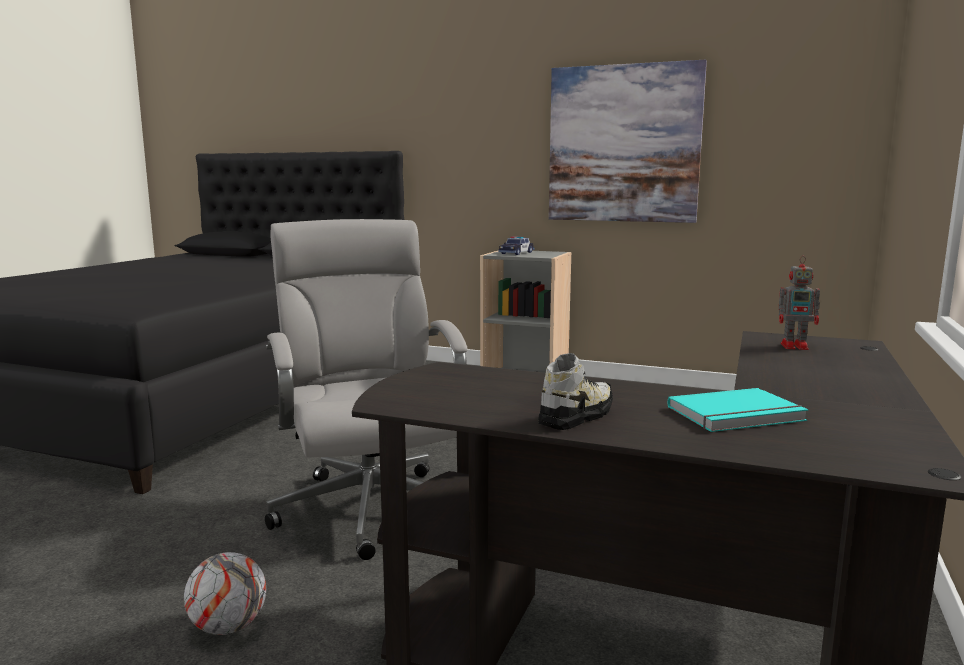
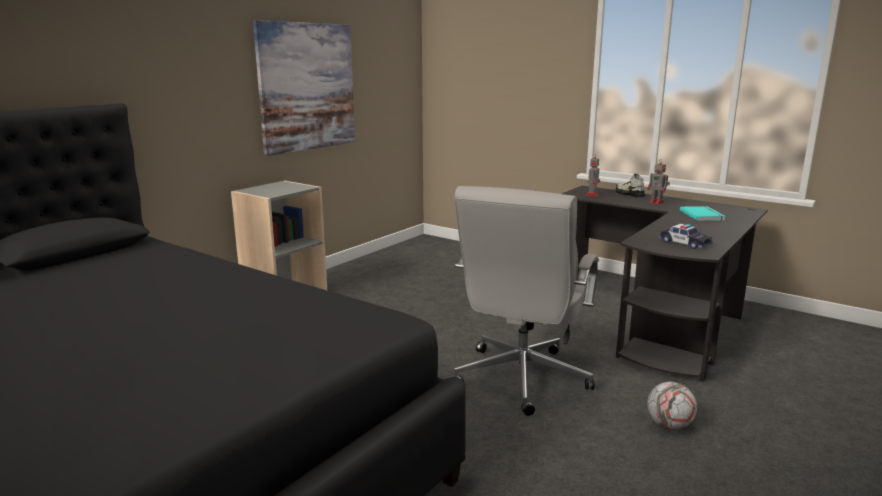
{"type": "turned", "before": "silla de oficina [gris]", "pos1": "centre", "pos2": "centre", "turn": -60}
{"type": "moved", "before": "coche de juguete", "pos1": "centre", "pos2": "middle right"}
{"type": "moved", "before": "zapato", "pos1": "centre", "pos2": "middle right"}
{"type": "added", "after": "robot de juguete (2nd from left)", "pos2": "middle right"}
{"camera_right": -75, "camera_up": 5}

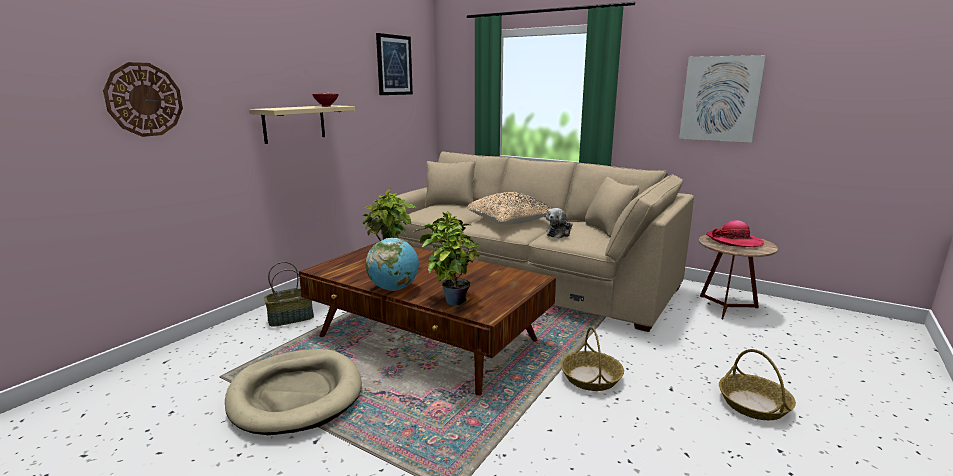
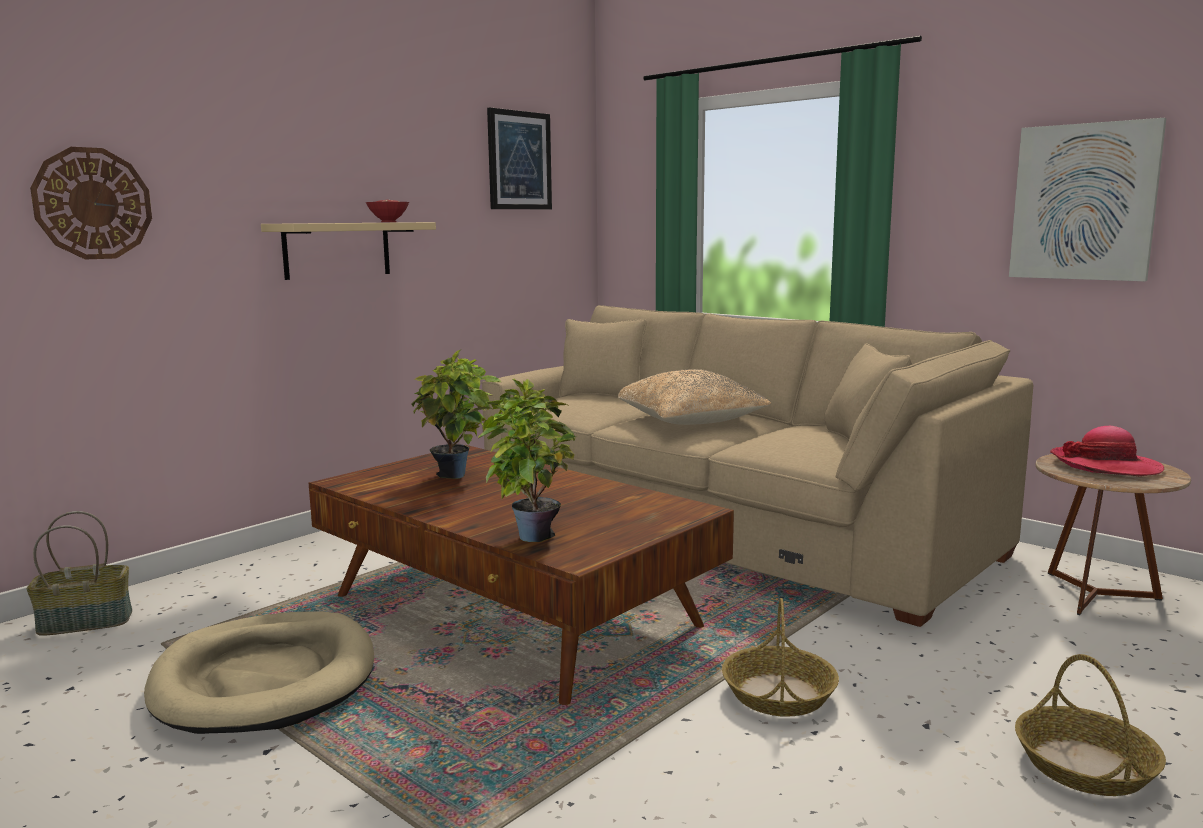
{"type": "moved", "before": "cesta (1st from left)", "pos1": "middle left", "pos2": "bottom left"}
{"type": "removed", "before": "globo terráqueo", "pos1": "centre"}
{"type": "removed", "before": "peluche", "pos1": "centre"}
{"camera_right": 10, "camera_up": -5}

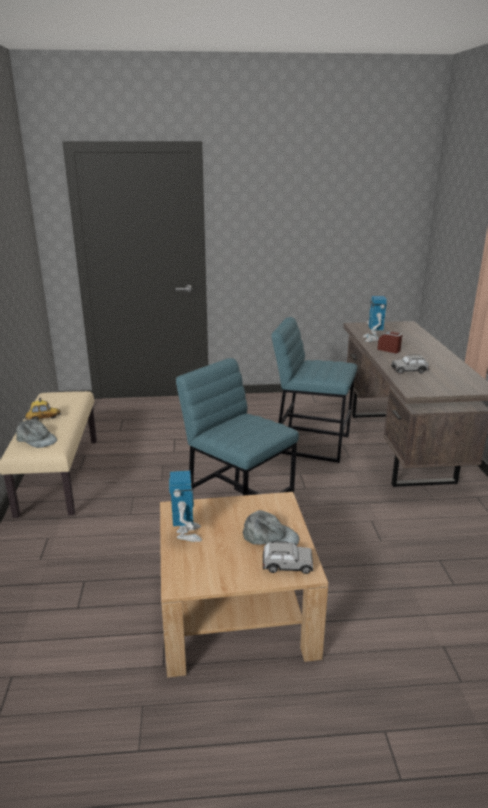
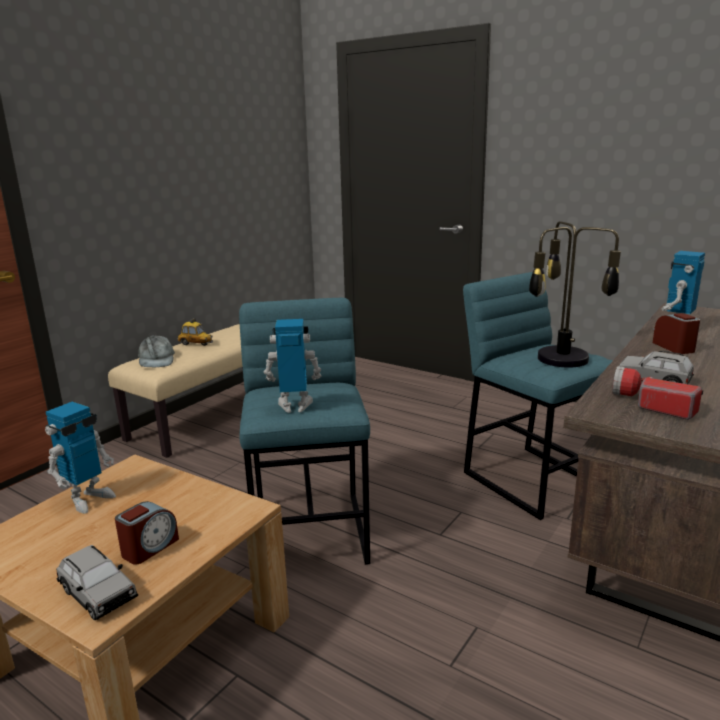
{"type": "replaced", "before": "gorra [gris] (2nd from left)", "after": "despertador (1st from left)", "pos1": "centre", "pos2": "bottom left"}
{"type": "added", "after": "robot de juguete (2nd from left)", "pos2": "centre"}
{"type": "added", "after": "lámpara de mesa", "pos2": "middle right"}
{"type": "added", "after": "linterna", "pos2": "middle right"}
{"camera_right": 40, "camera_up": -5}

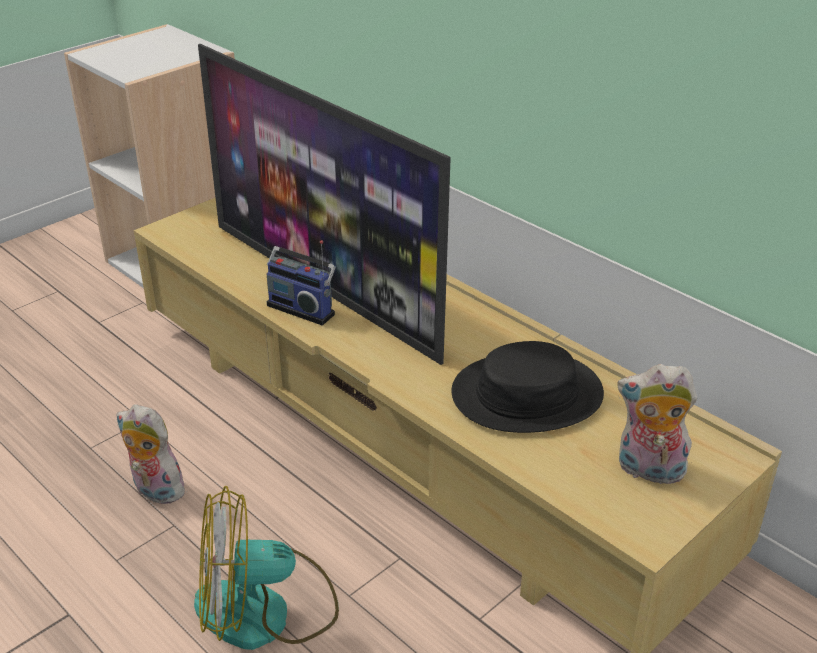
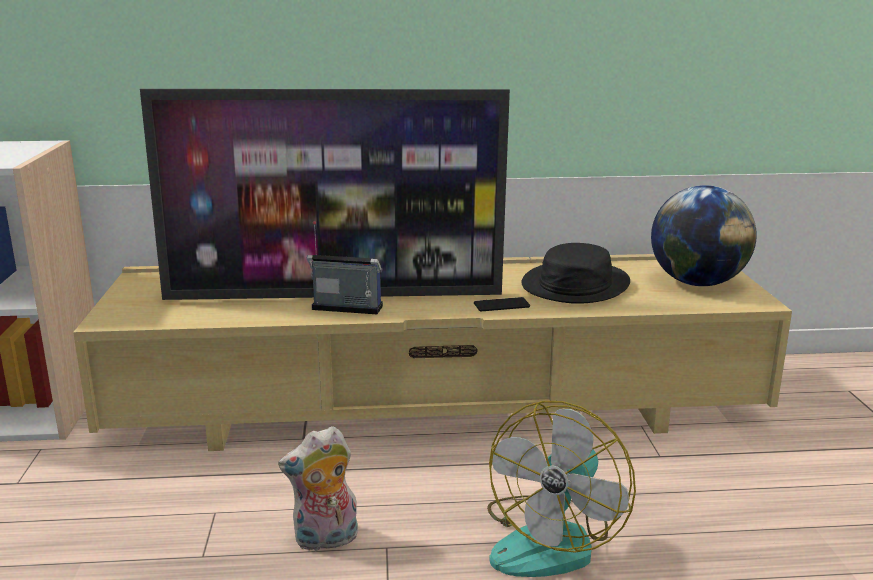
{"type": "turned", "before": "radio", "pos1": "centre", "pos2": "centre", "turn": -150}
{"type": "replaced", "before": "peluche (2nd from left)", "after": "globo terráqueo", "pos1": "middle right", "pos2": "middle right"}
{"type": "added", "after": "móvil", "pos2": "centre"}
{"camera_right": -50, "camera_up": -15}

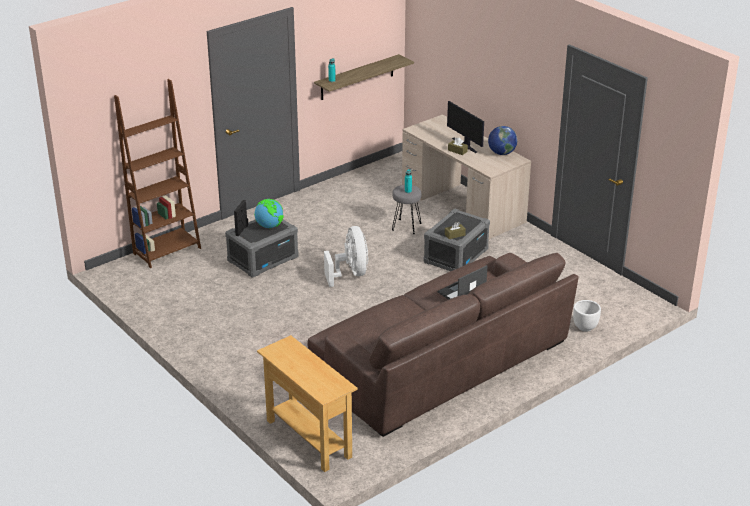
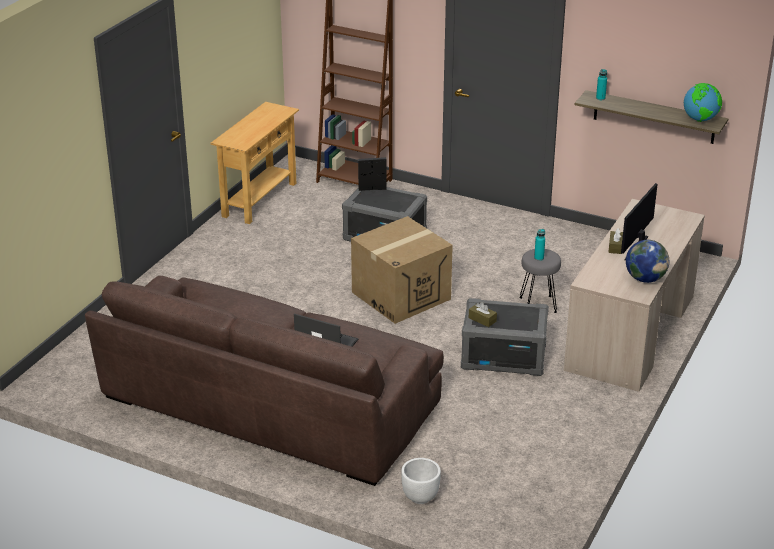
{"type": "moved", "before": "globo terráqueo (1st from left in the first image)", "after": "globo terráqueo (2nd from left)", "pos1": "centre", "pos2": "top right"}
{"type": "moved", "before": "mesa consola [beis]", "pos1": "bottom centre", "pos2": "top left"}
{"type": "replaced", "before": "ventilador [blanco]", "after": "caja de cartón", "pos1": "centre", "pos2": "centre"}
{"camera_right": 65, "camera_up": 0}

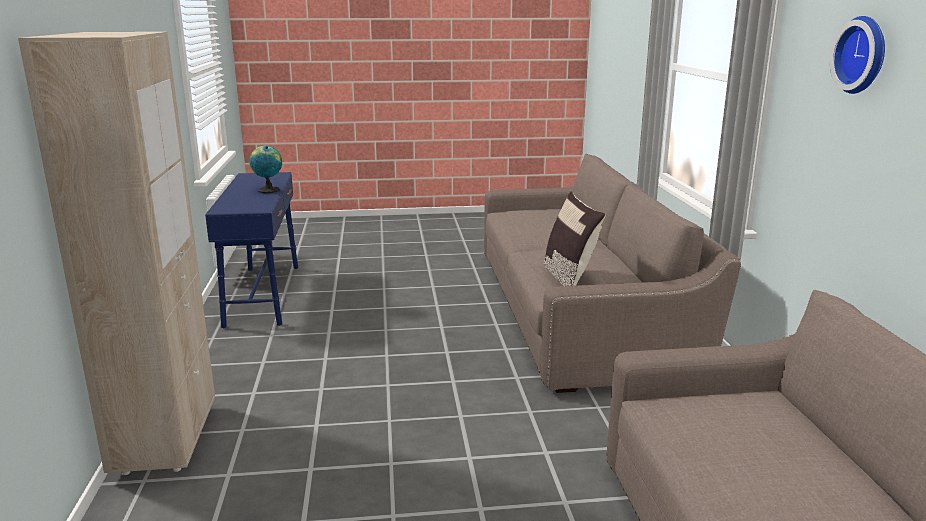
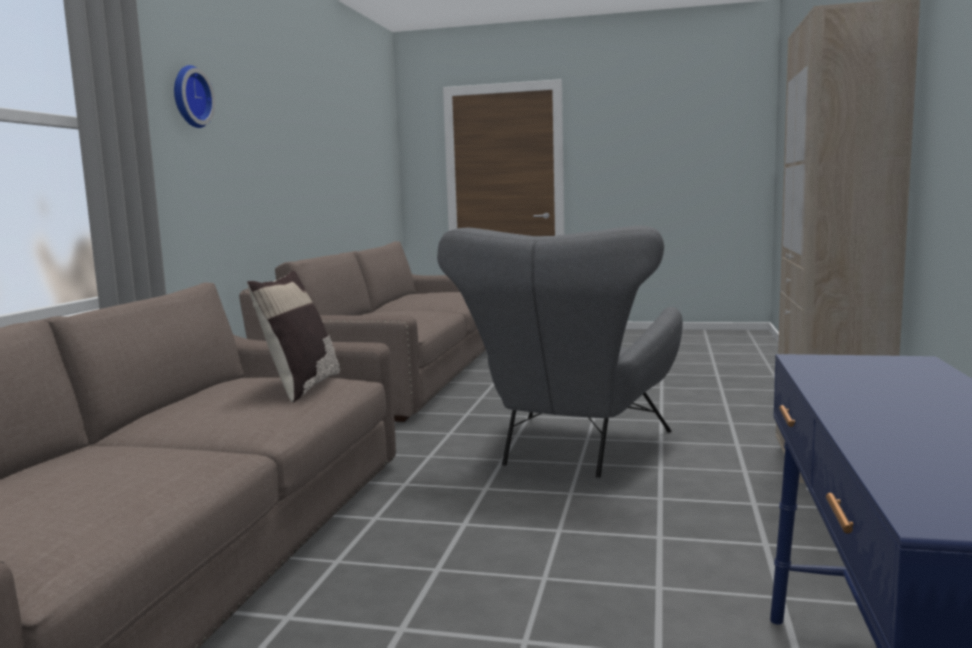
{"type": "removed", "before": "globo terráqueo", "pos1": "top left"}
{"type": "added", "after": "sillón [gris]", "pos2": "centre"}
{"camera_right": -160, "camera_up": -10}

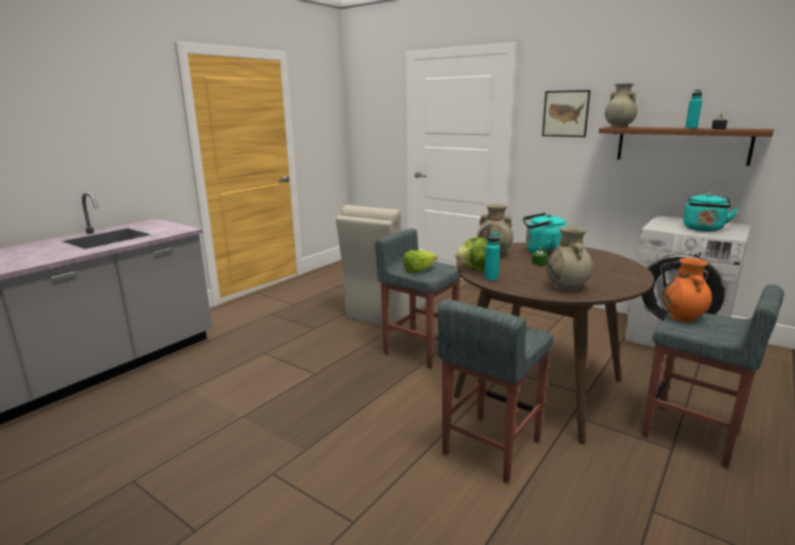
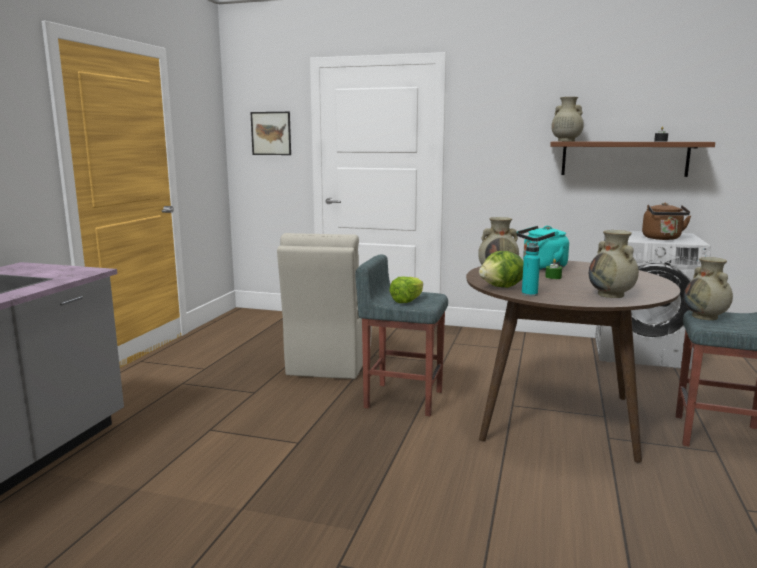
{"type": "removed", "before": "taburete [gris] (2nd from left)", "pos1": "bottom centre"}
{"type": "moved", "before": "cuadro", "pos1": "top right", "pos2": "top centre"}
{"type": "recoloured", "before": "florero [naranja]", "after": "florero [beis] (4th from left)", "pos1": "middle right", "pos2": "middle right"}
{"type": "recoloured", "before": "hervidor [turquesa] (2nd from left)", "after": "hervidor [marrón]", "pos1": "middle right", "pos2": "middle right"}
{"type": "removed", "before": "botella [turquesa] (2nd from left)", "pos1": "top right"}
{"camera_right": -20, "camera_up": -5}

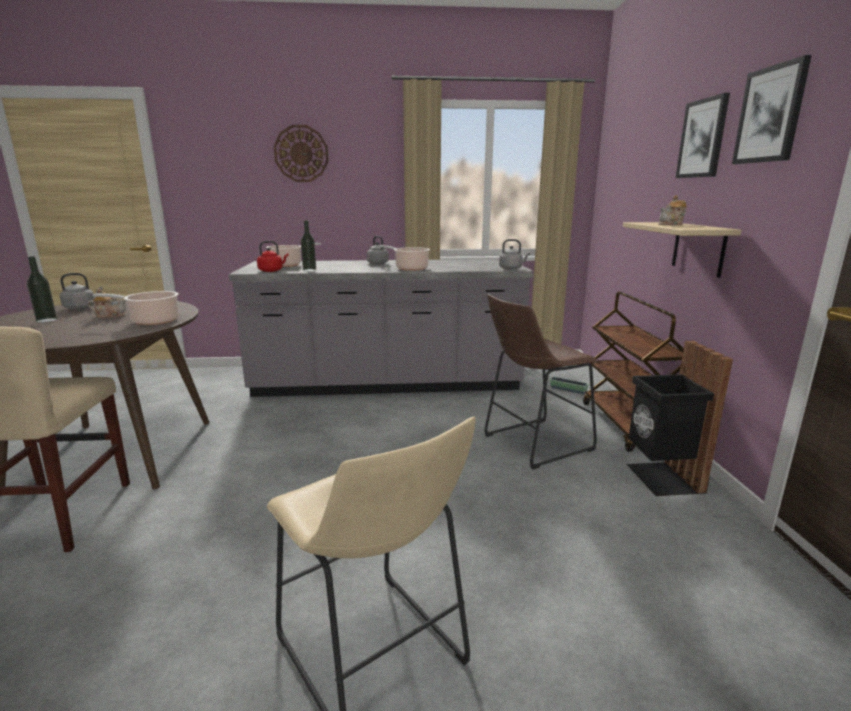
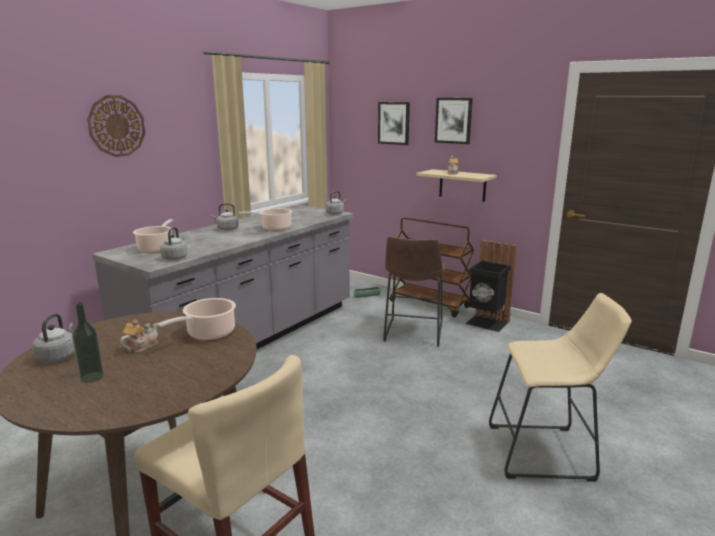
{"type": "recoloured", "before": "hervidor [rojo]", "after": "hervidor [gris] (2nd from left)", "pos1": "middle left", "pos2": "middle left"}
{"type": "removed", "before": "botella (2nd from left)", "pos1": "centre"}
{"type": "moved", "before": "cuadro (2nd from left in the first image)", "after": "cuadro (1st from left)", "pos1": "top right", "pos2": "top centre"}
{"camera_right": -50, "camera_up": 0}

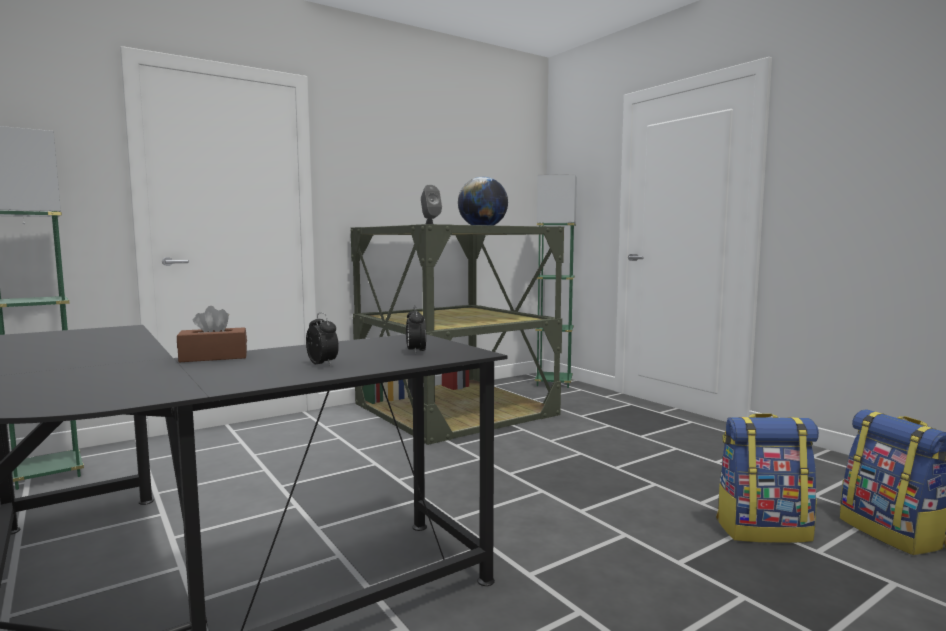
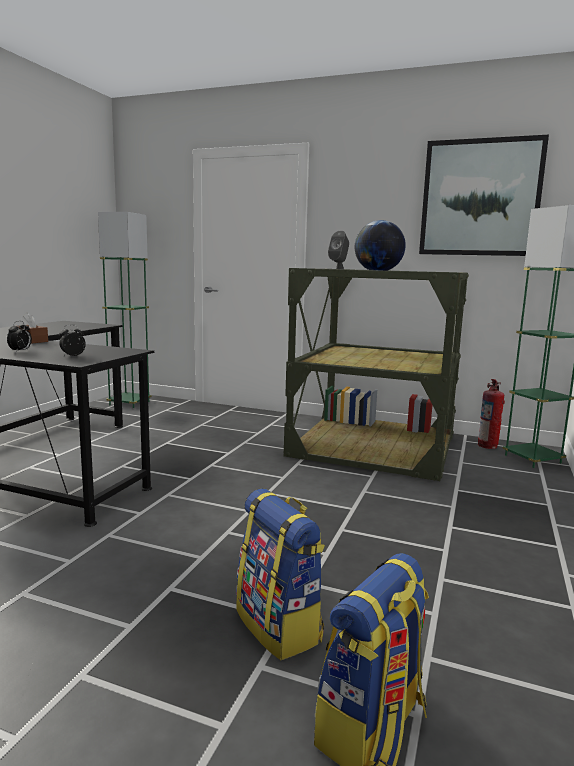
{"type": "added", "after": "cuadro", "pos2": "top right"}
{"type": "added", "after": "extintor", "pos2": "middle right"}
{"camera_right": 55, "camera_up": 5}

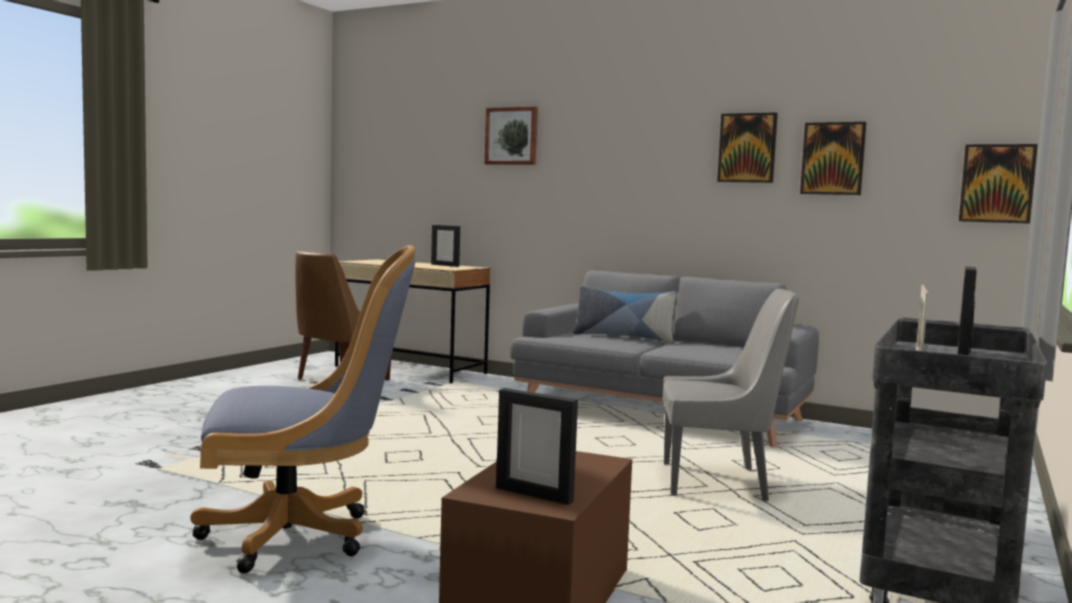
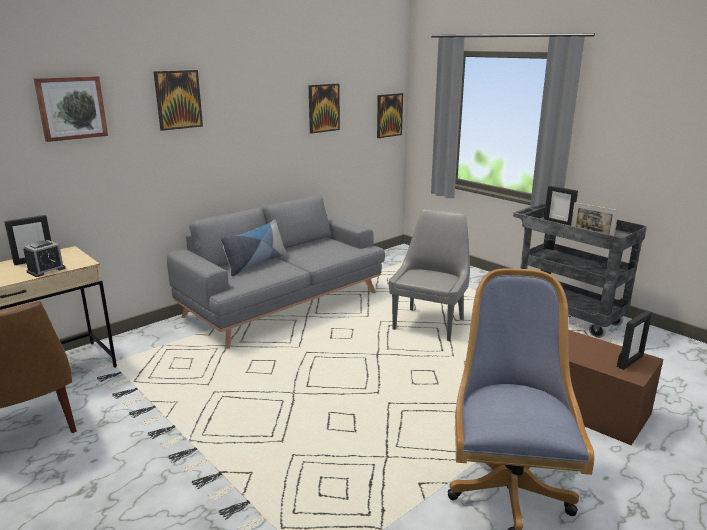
{"type": "moved", "before": "cuadro (2nd from left)", "pos1": "top right", "pos2": "top left"}
{"type": "added", "after": "despertador", "pos2": "middle left"}
{"camera_right": -70, "camera_up": 15}

